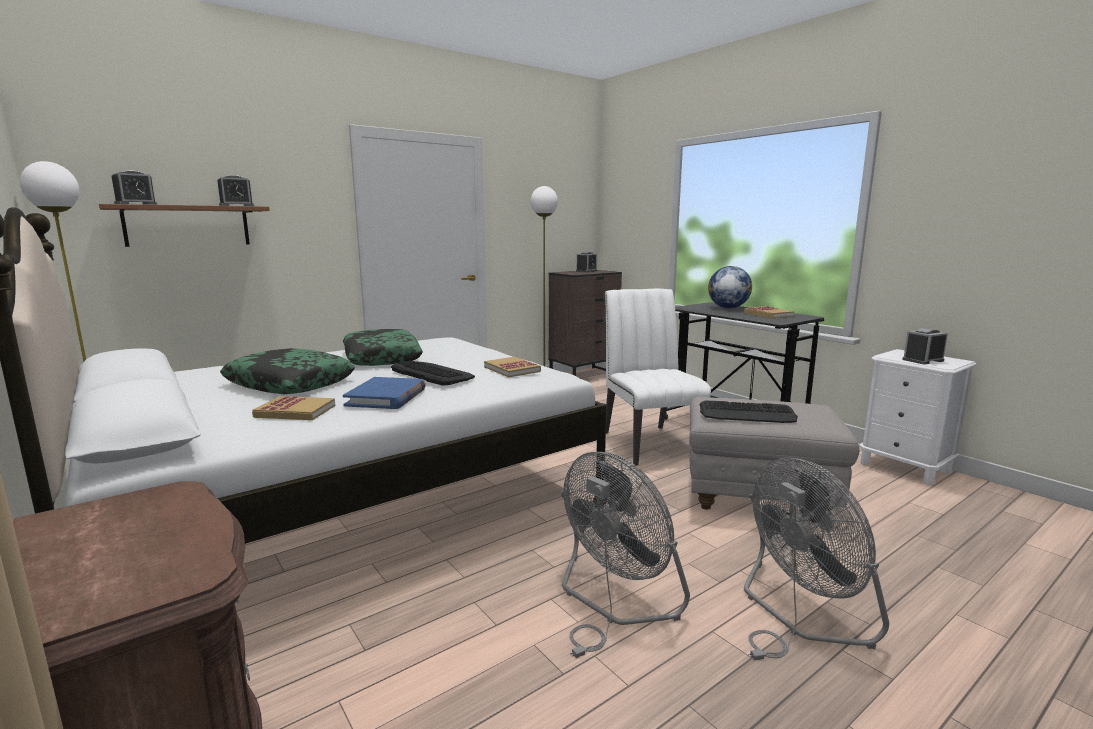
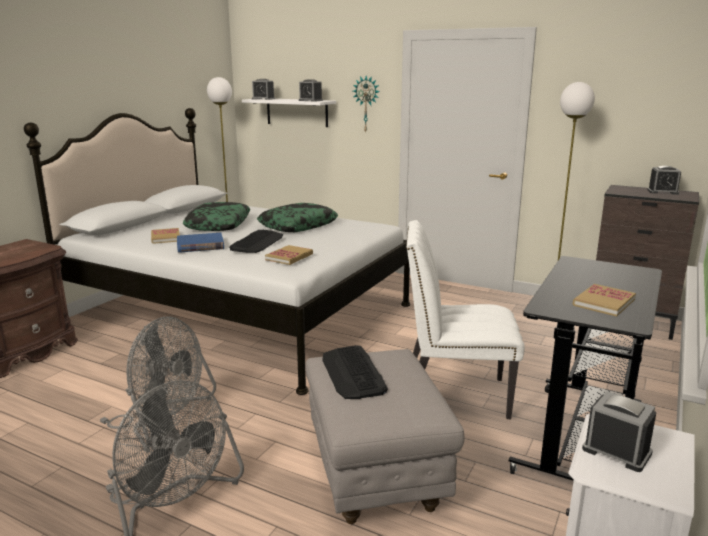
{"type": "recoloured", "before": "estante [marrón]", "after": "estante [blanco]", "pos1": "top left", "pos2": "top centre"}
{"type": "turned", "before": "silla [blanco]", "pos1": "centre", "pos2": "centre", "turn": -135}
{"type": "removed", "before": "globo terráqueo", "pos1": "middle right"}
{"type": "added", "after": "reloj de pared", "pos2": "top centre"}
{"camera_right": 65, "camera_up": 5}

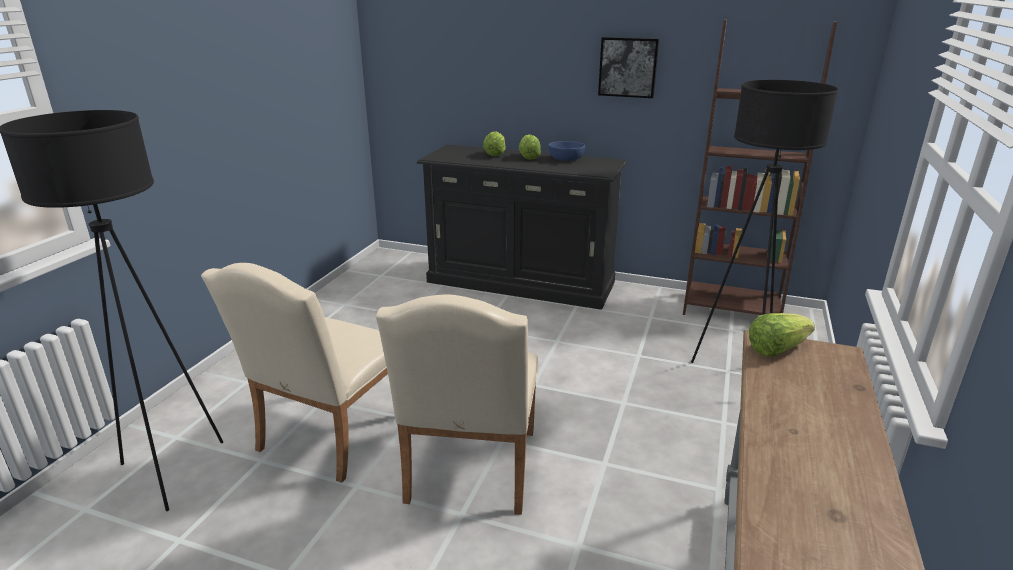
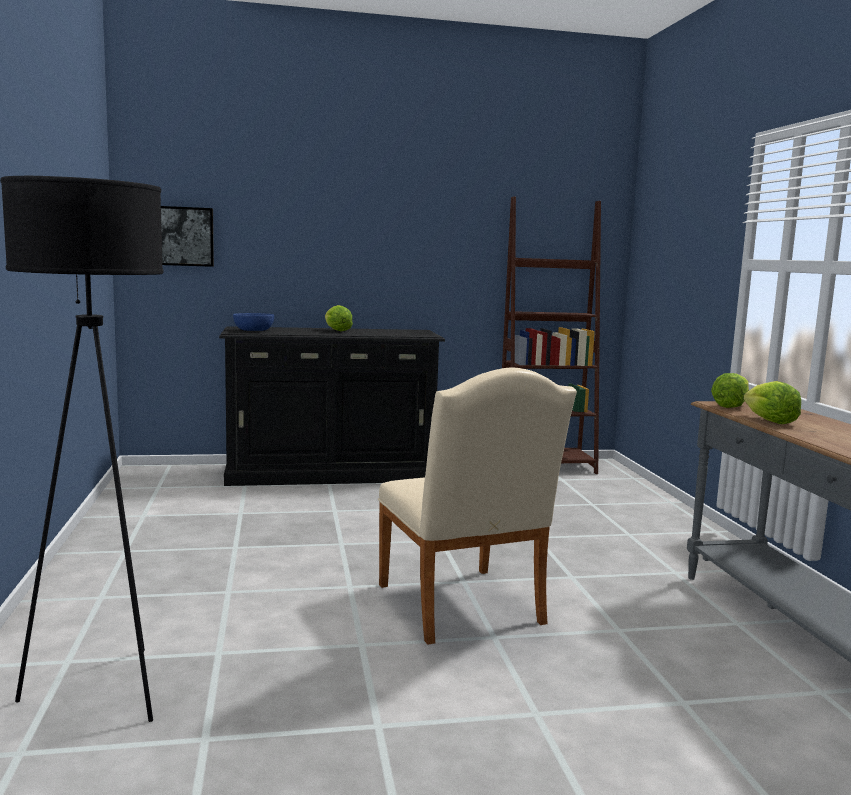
{"type": "removed", "before": "silla [beis] (1st from left)", "pos1": "middle left"}
{"type": "moved", "before": "lechuga (1st from left in the first image)", "after": "lechuga (3rd from left)", "pos1": "top centre", "pos2": "middle right"}
{"type": "moved", "before": "cuenco [azul]", "pos1": "top centre", "pos2": "middle left"}
{"type": "moved", "before": "cuadro", "pos1": "top centre", "pos2": "top left"}
{"type": "removed", "before": "lámpara de pie [negro] (2nd from left)", "pos1": "middle right"}
{"camera_right": -30, "camera_up": -15}

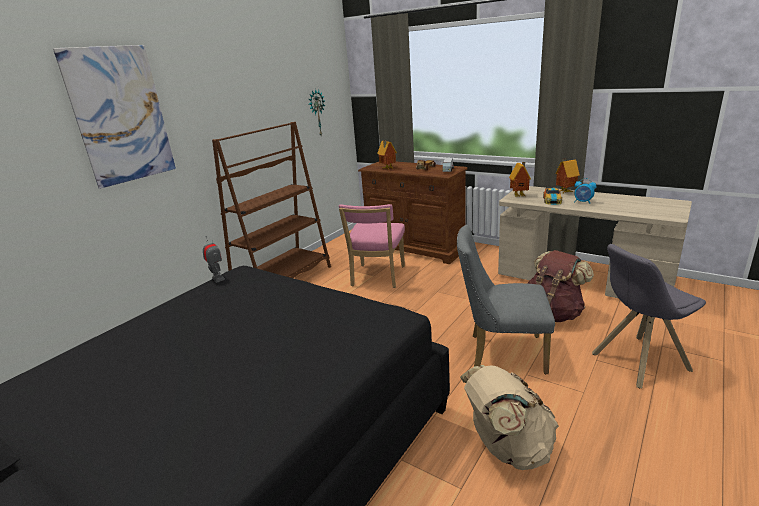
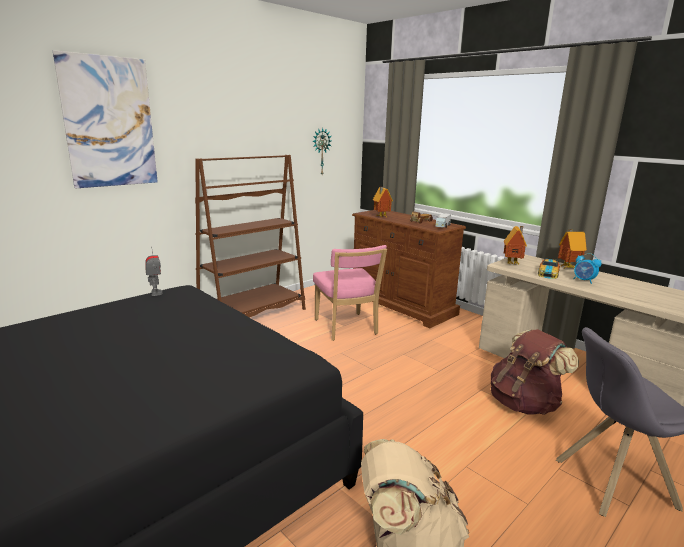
{"type": "turned", "before": "silla [rosa]", "pos1": "centre", "pos2": "centre", "turn": -45}
{"type": "removed", "before": "silla [gris] (1st from left)", "pos1": "middle right"}
{"camera_right": 10, "camera_up": -5}

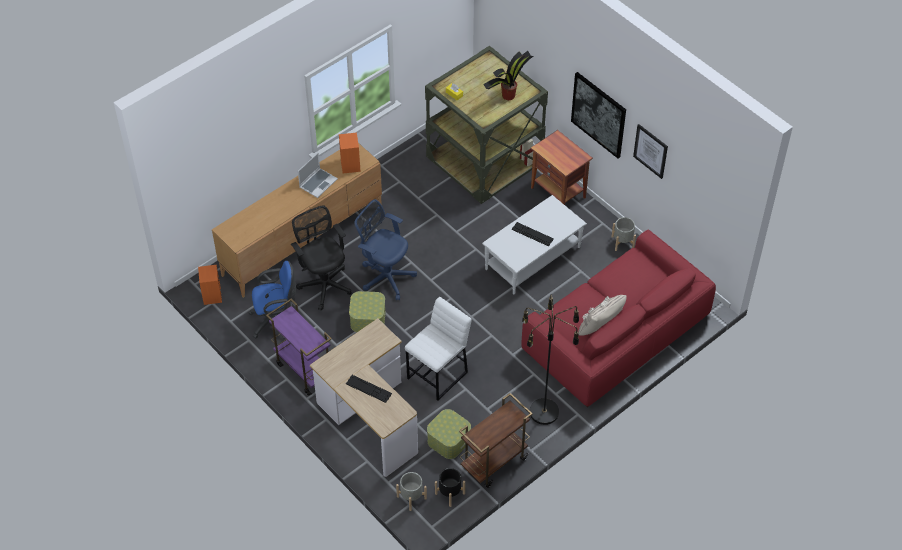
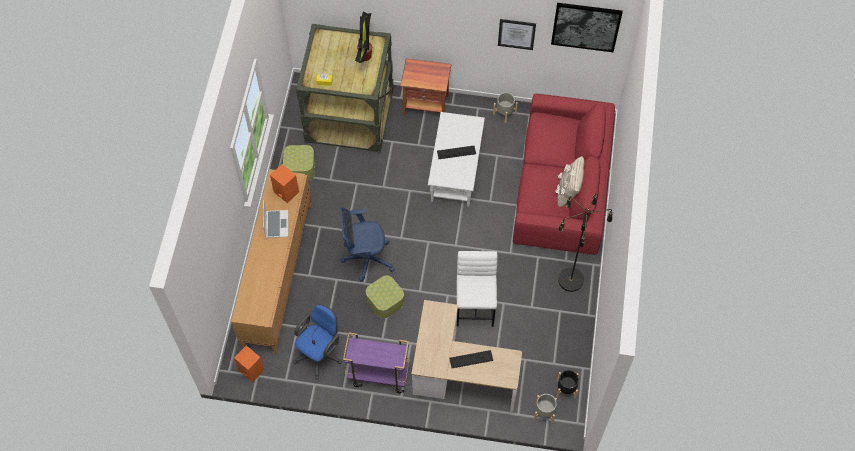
{"type": "removed", "before": "silla de oficina [negro]", "pos1": "centre"}
{"type": "moved", "before": "caja de almacenaje (2nd from left in the first image)", "after": "caja de almacenaje (1st from left)", "pos1": "bottom centre", "pos2": "centre"}
{"type": "removed", "before": "carrito [marrón]", "pos1": "bottom centre"}
{"type": "moved", "before": "cuadro (1st from left in the first image)", "after": "cuadro (2nd from left)", "pos1": "top centre", "pos2": "top right"}
{"camera_right": -40, "camera_up": 10}

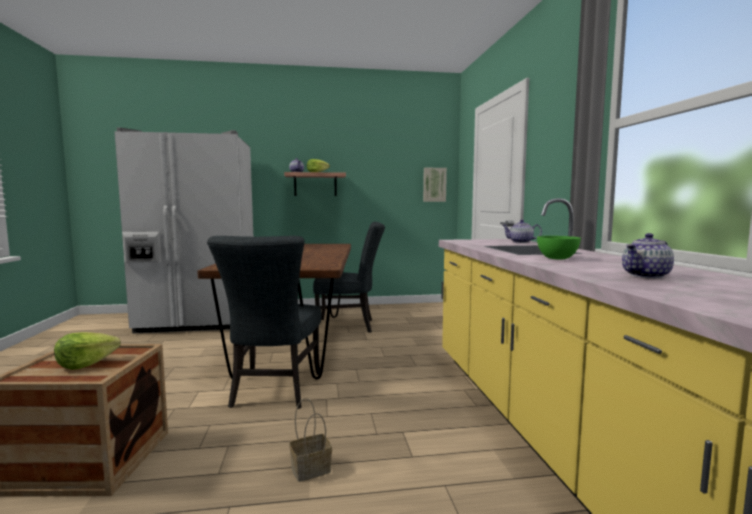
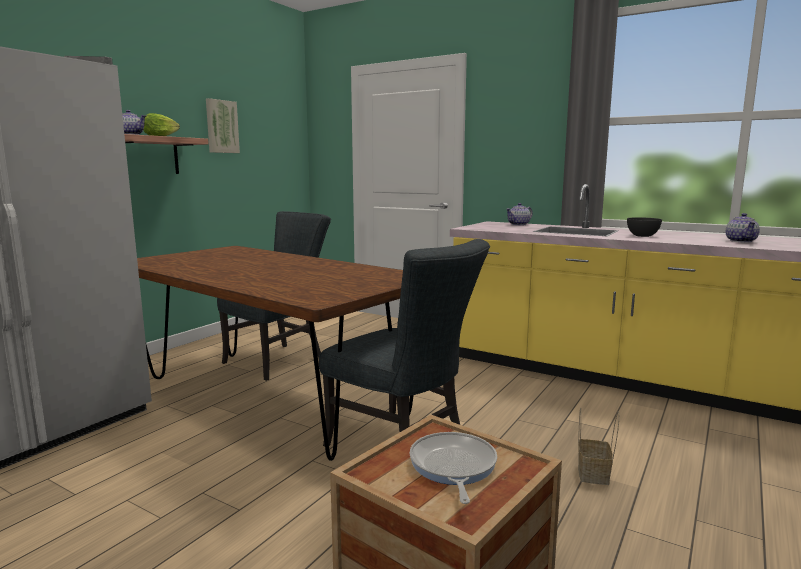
{"type": "replaced", "before": "lechuga (1st from left)", "after": "sartén", "pos1": "bottom left", "pos2": "bottom centre"}
{"type": "moved", "before": "cuadro", "pos1": "centre", "pos2": "top left"}
{"type": "recoloured", "before": "cuenco [verde]", "after": "cuenco [gris]", "pos1": "middle right", "pos2": "middle right"}
{"camera_right": -50, "camera_up": 5}

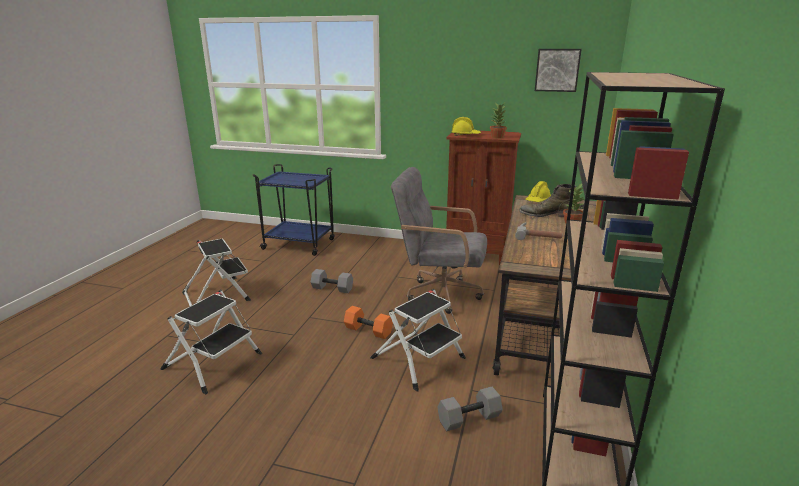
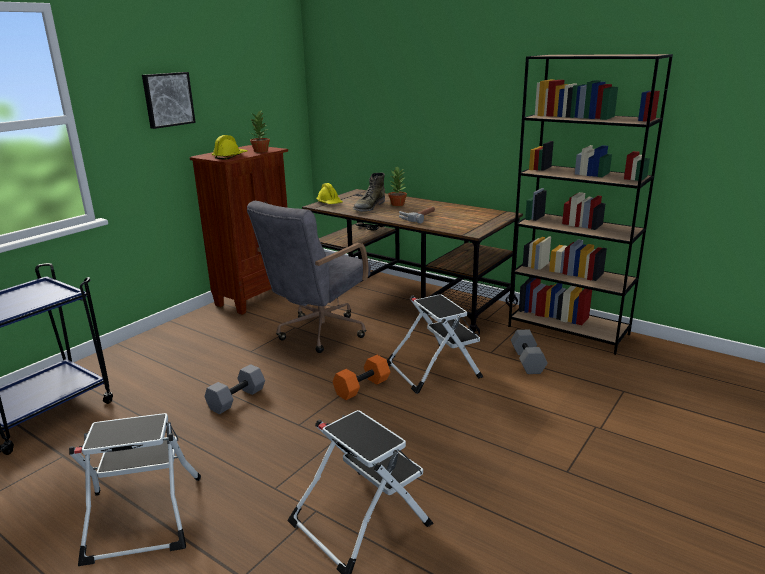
{"type": "moved", "before": "cuadro", "pos1": "top right", "pos2": "top left"}
{"camera_right": -70, "camera_up": 0}

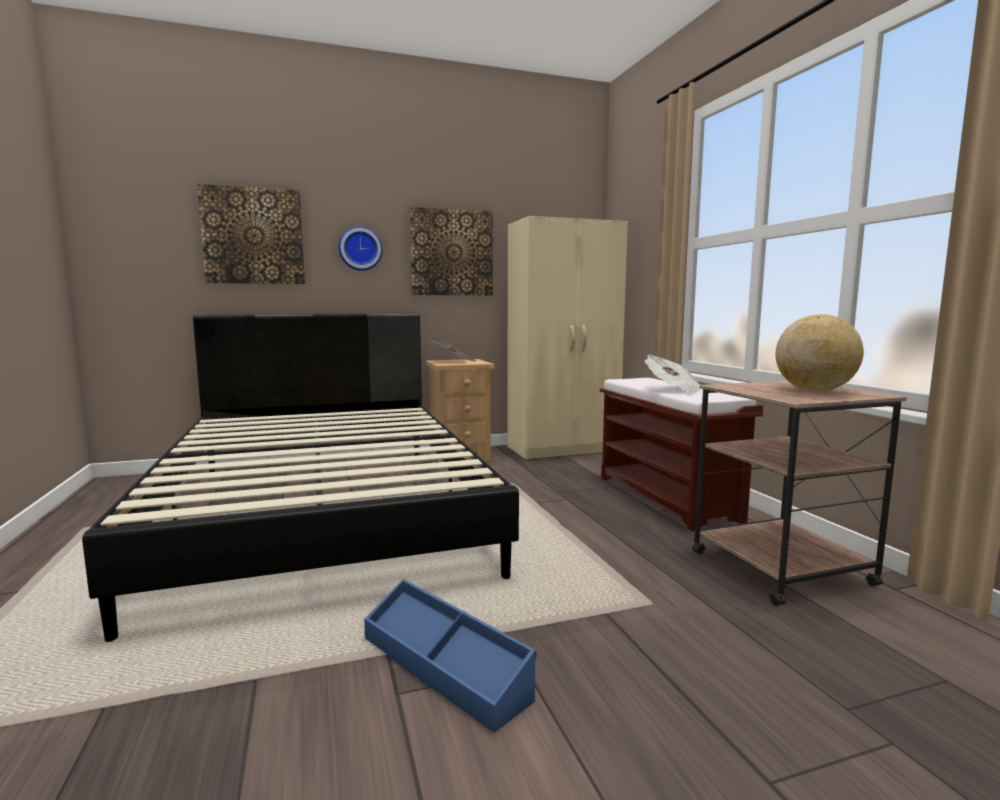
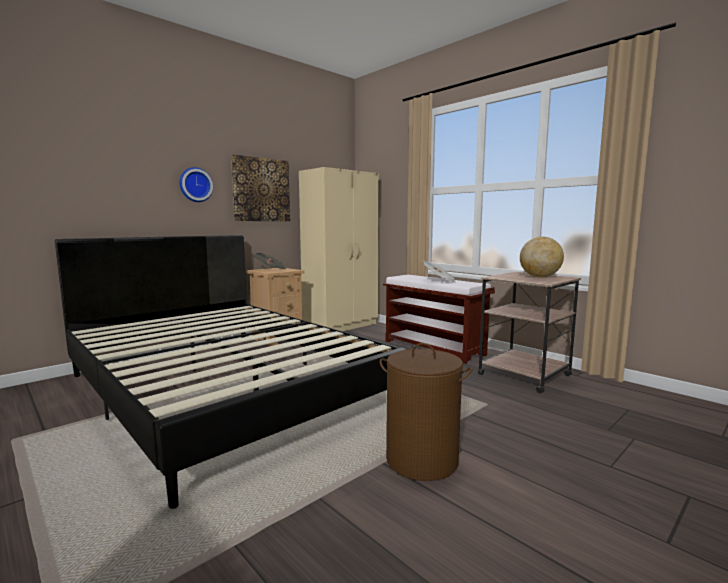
{"type": "removed", "before": "cuadro (1st from left)", "pos1": "top left"}
{"type": "replaced", "before": "caja de almacenaje [azul]", "after": "cesto de la ropa [marrón]", "pos1": "bottom centre", "pos2": "bottom centre"}
{"camera_right": -25, "camera_up": 0}

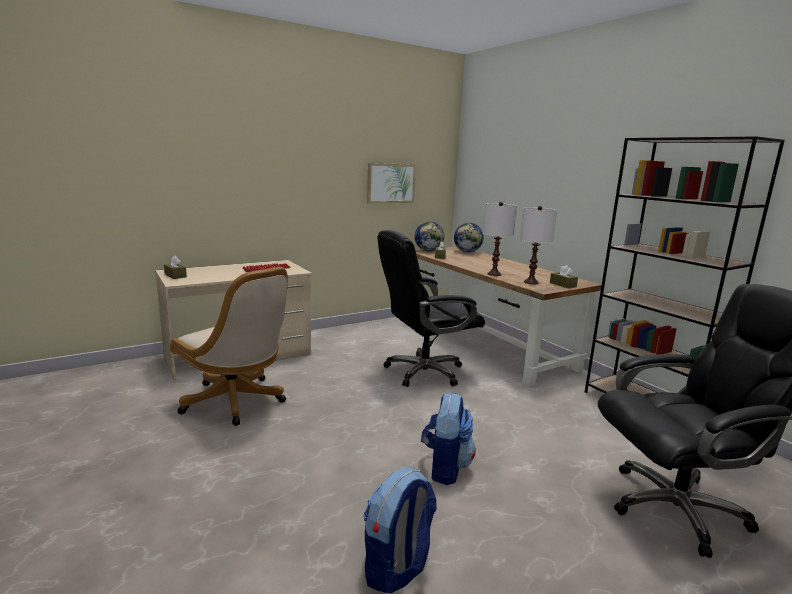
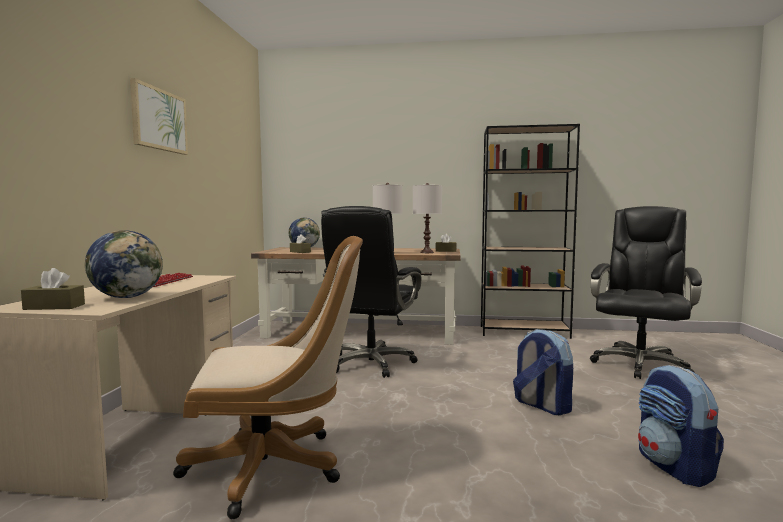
{"type": "moved", "before": "cuadro", "pos1": "top centre", "pos2": "top left"}
{"type": "moved", "before": "globo terráqueo (1st from left)", "pos1": "centre", "pos2": "middle left"}
{"camera_right": -50, "camera_up": -10}

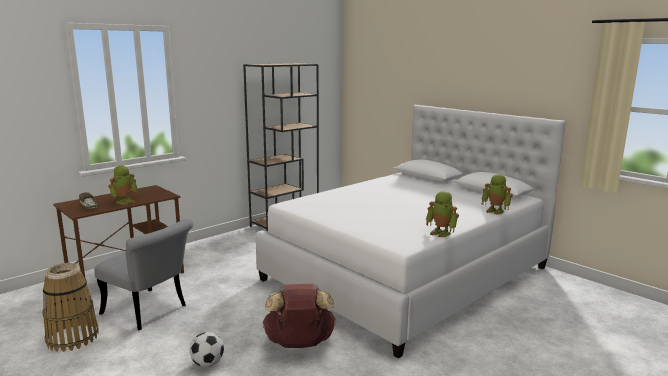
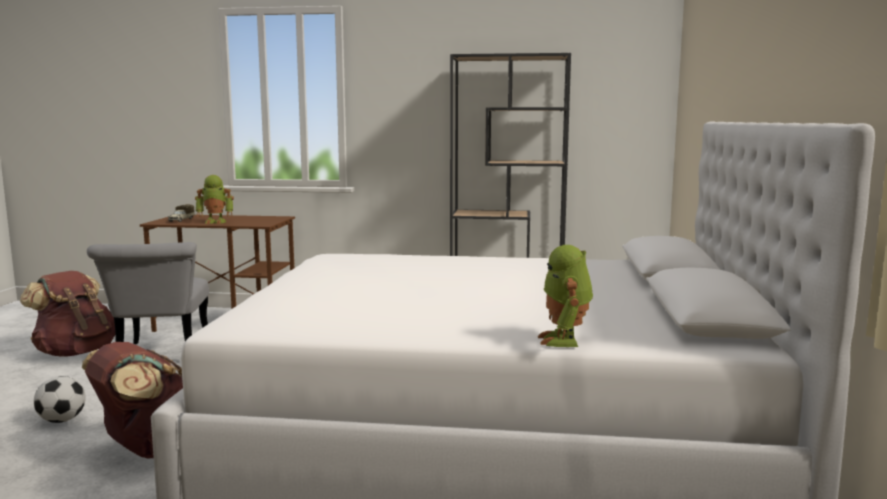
{"type": "replaced", "before": "cesta", "after": "mochila [marrón] (1st from left)", "pos1": "bottom left", "pos2": "middle left"}
{"type": "removed", "before": "robot de juguete (2nd from left)", "pos1": "centre"}
{"camera_right": 50, "camera_up": -5}

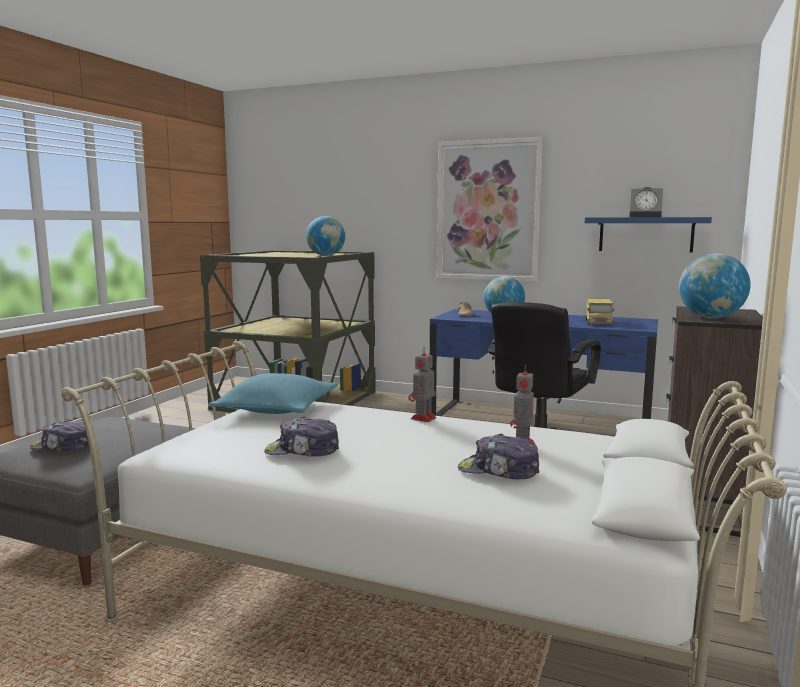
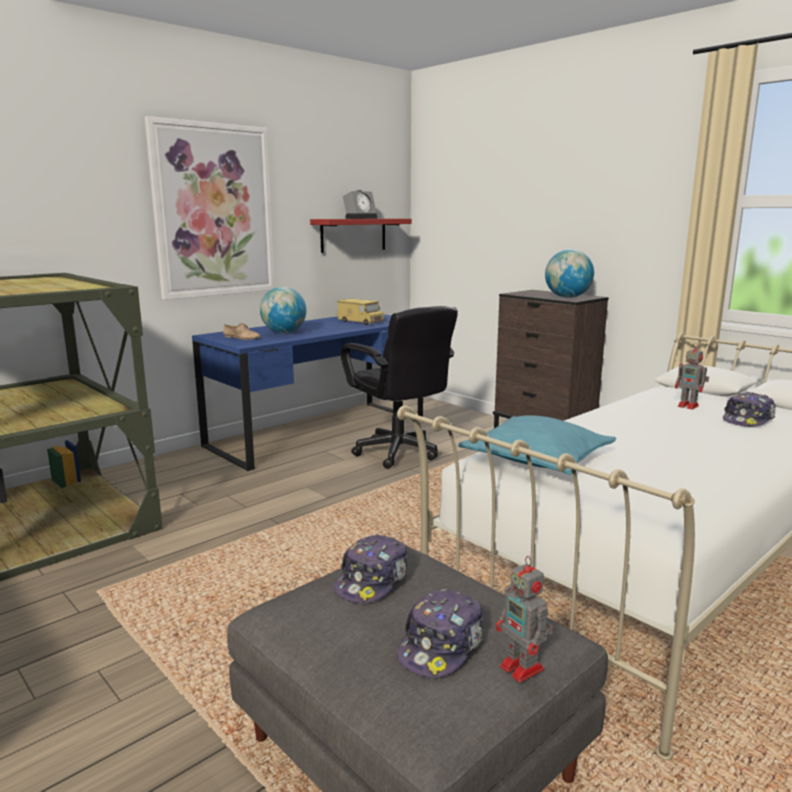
{"type": "moved", "before": "gorra (2nd from left in the first image)", "after": "gorra (1st from left)", "pos1": "centre", "pos2": "bottom centre"}
{"type": "removed", "before": "globo terráqueo (1st from left)", "pos1": "centre"}
{"type": "moved", "before": "robot de juguete (1st from left)", "pos1": "centre", "pos2": "bottom centre"}
{"type": "recoloured", "before": "estante [azul]", "after": "estante [rojo]", "pos1": "middle right", "pos2": "top centre"}
{"camera_right": -65, "camera_up": 5}

